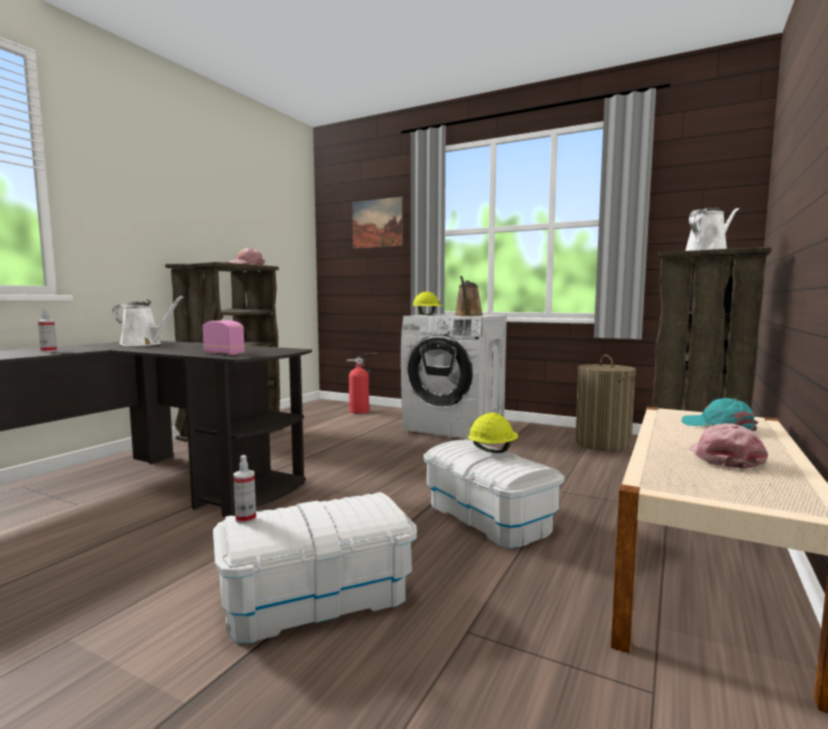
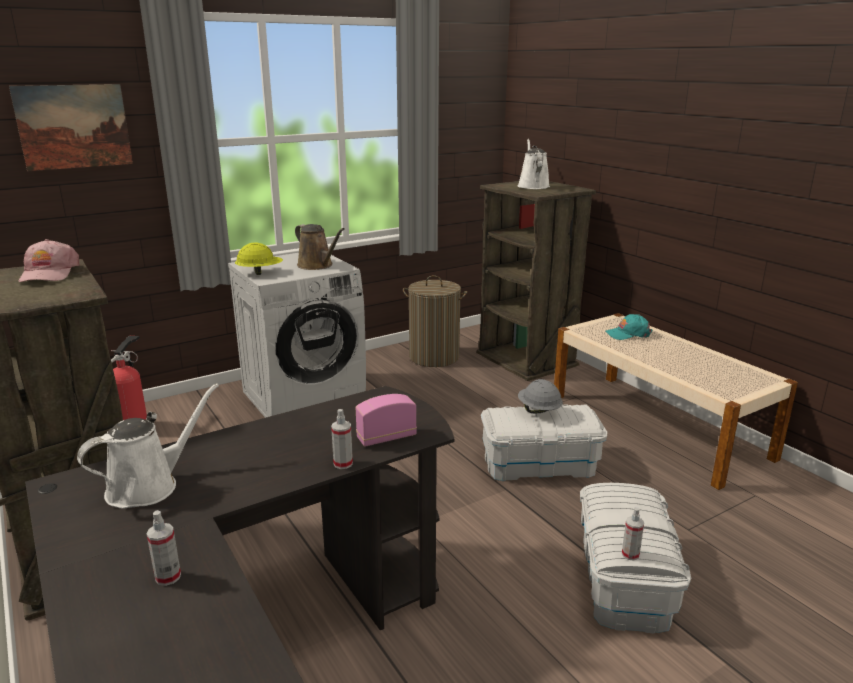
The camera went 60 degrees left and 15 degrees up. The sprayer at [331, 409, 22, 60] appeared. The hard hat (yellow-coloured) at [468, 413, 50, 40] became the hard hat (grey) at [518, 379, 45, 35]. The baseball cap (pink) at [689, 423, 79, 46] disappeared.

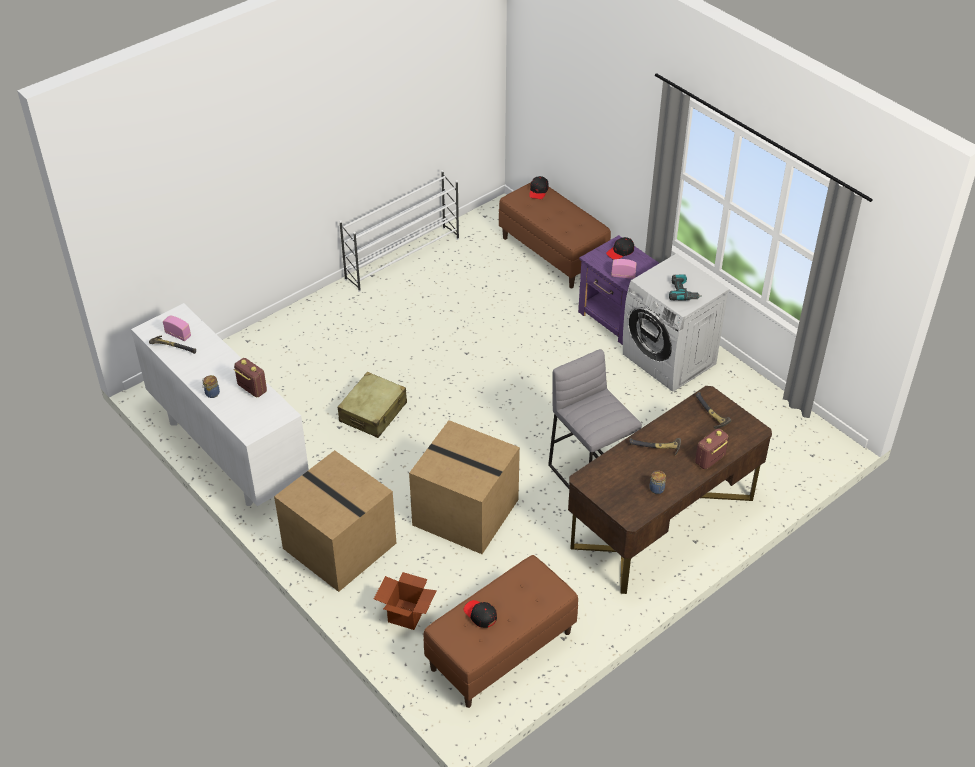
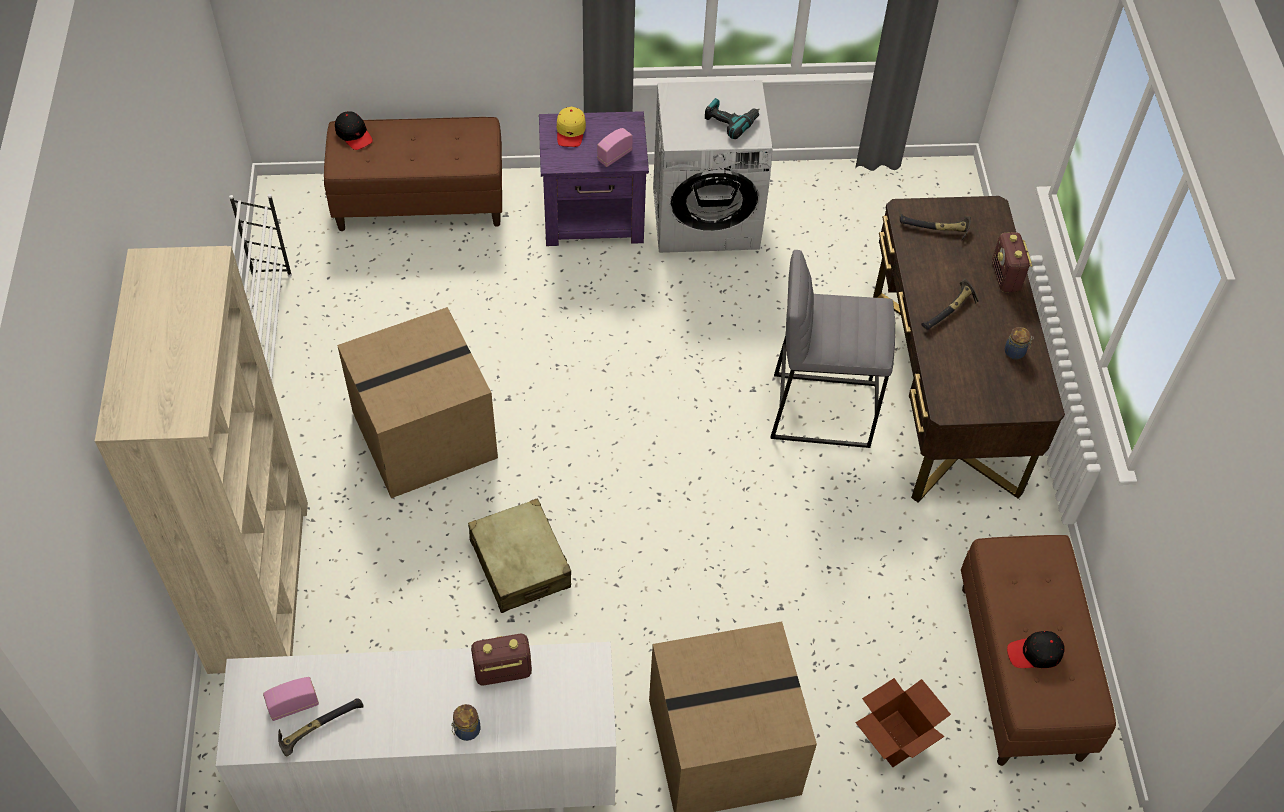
The camera went 55 degrees left and 10 degrees up. The bookshelf (sand-coloured) at [95, 246, 213, 428] appeared. The packing box moved from [409, 420, 111, 134] to [337, 307, 161, 191]. The baseball cap (black-coloured) at [606, 237, 28, 23] became the baseball cap (yellow-coloured) at [557, 107, 29, 40].

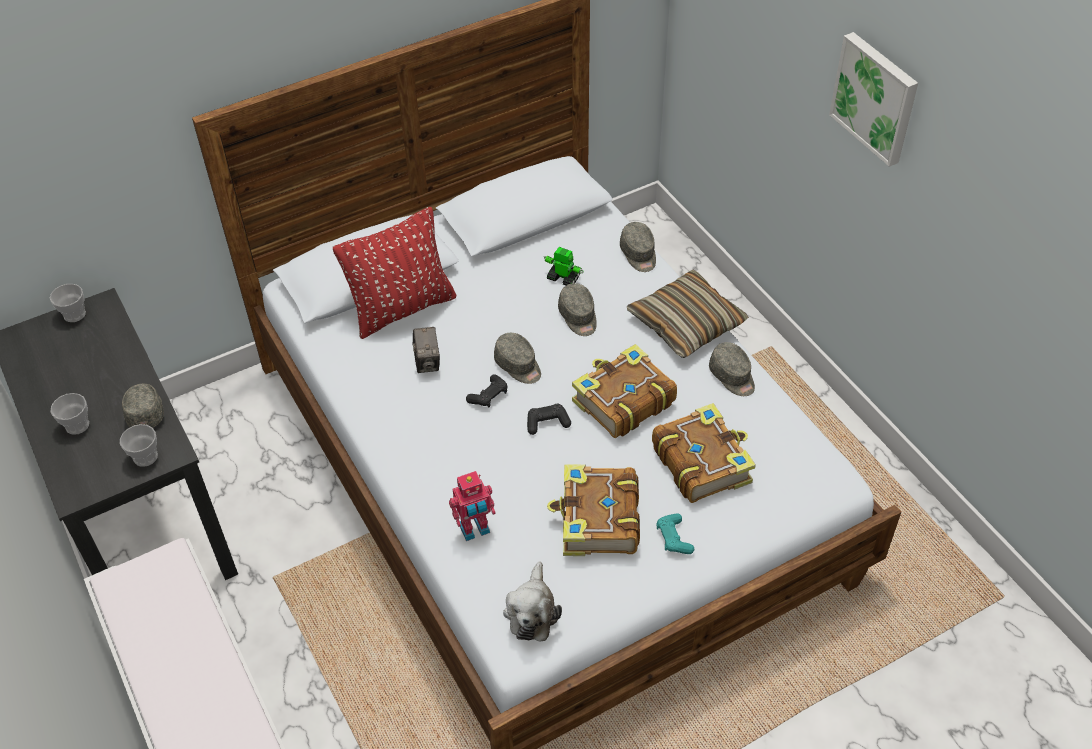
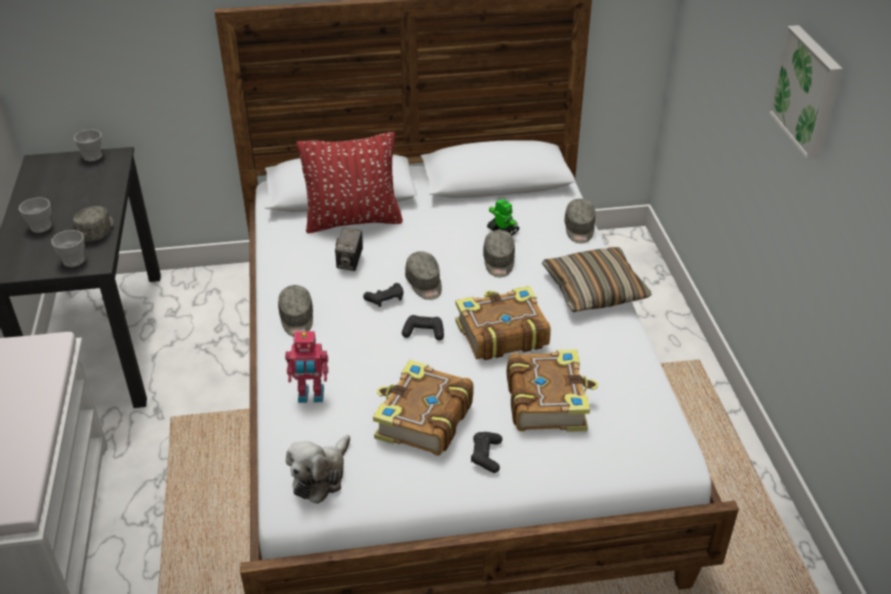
The camera went 20 degrees right and 10 degrees down. The baseball cap (grey) moved from [709, 342, 46, 54] to [278, 285, 35, 52]. The joypad (turquoise) at [657, 513, 37, 41] became the joypad (black-coloured) at [471, 432, 31, 41].

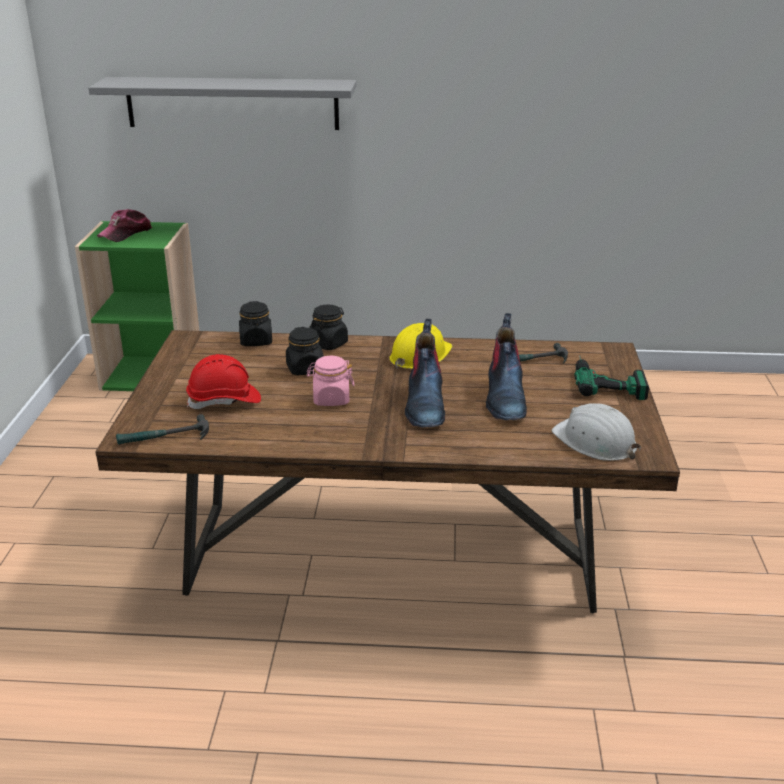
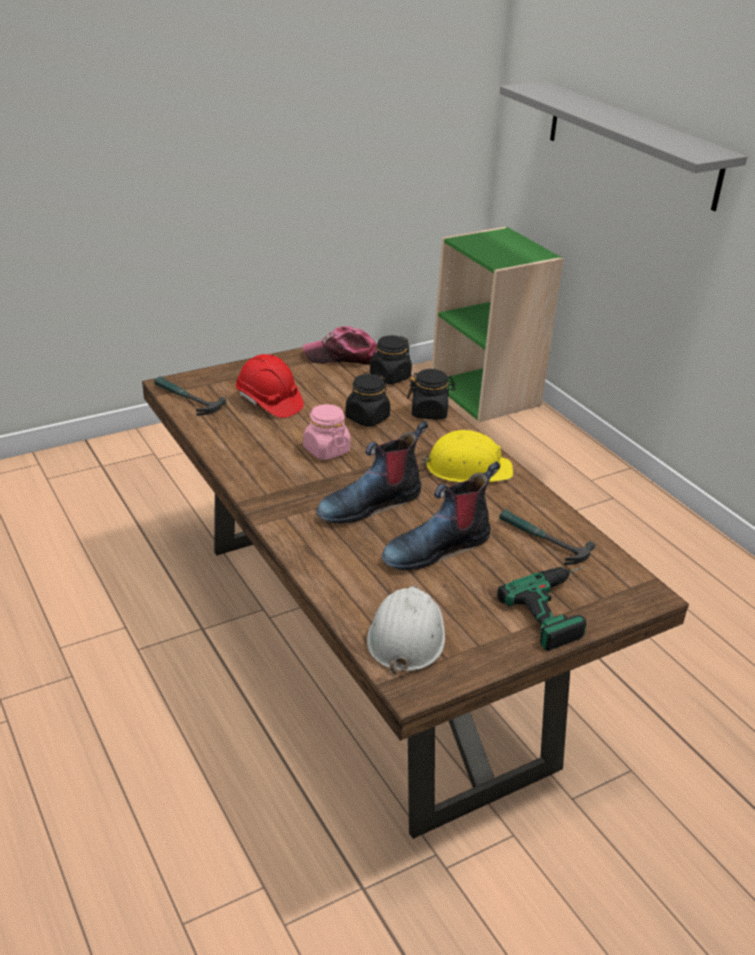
The camera went 55 degrees right and 5 degrees up. The baseball cap moved from [97, 209, 55, 33] to [303, 326, 74, 39].

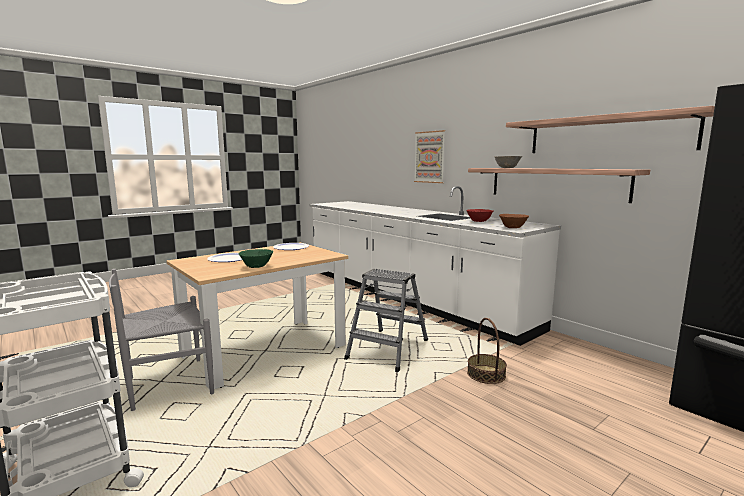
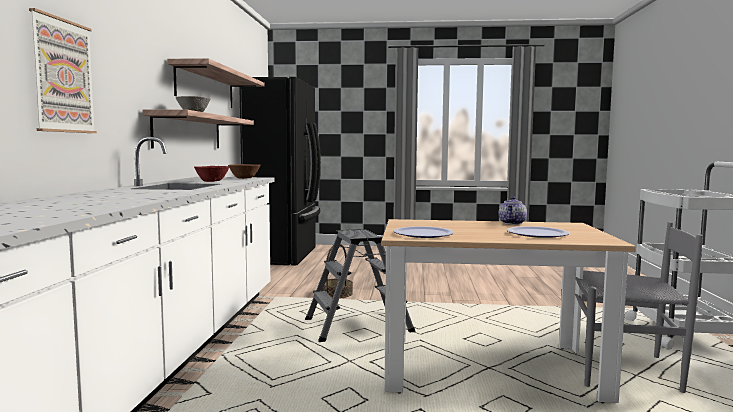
The camera went 135 degrees left and 5 degrees down. The deep dish (green) at [239, 249, 34, 19] was replaced by the pot for tea at [499, 196, 28, 29].

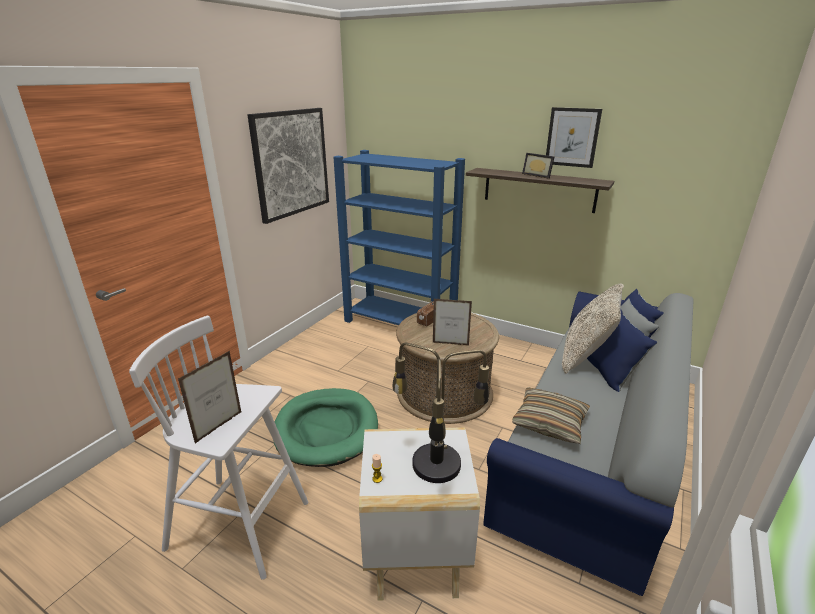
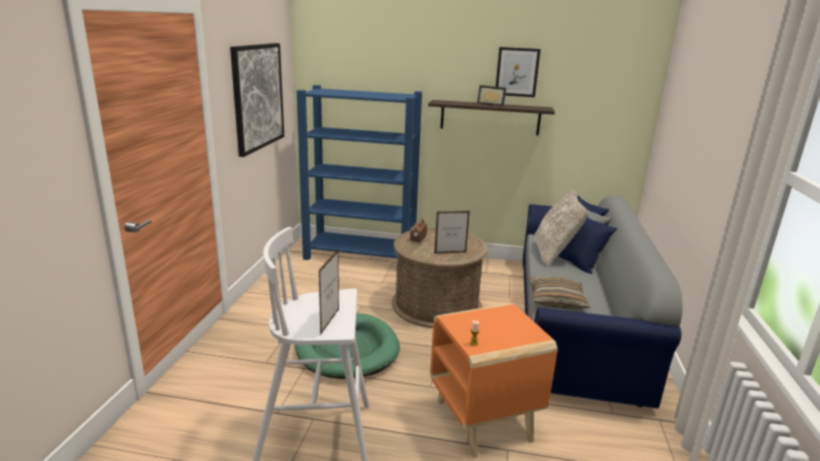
The camera went 20 degrees left and 5 degrees down. The side table (white-coloured) at [359, 427, 121, 174] became the side table (orange-coloured) at [430, 303, 128, 155]. The lamp for a table at [393, 343, 96, 140] disappeared.

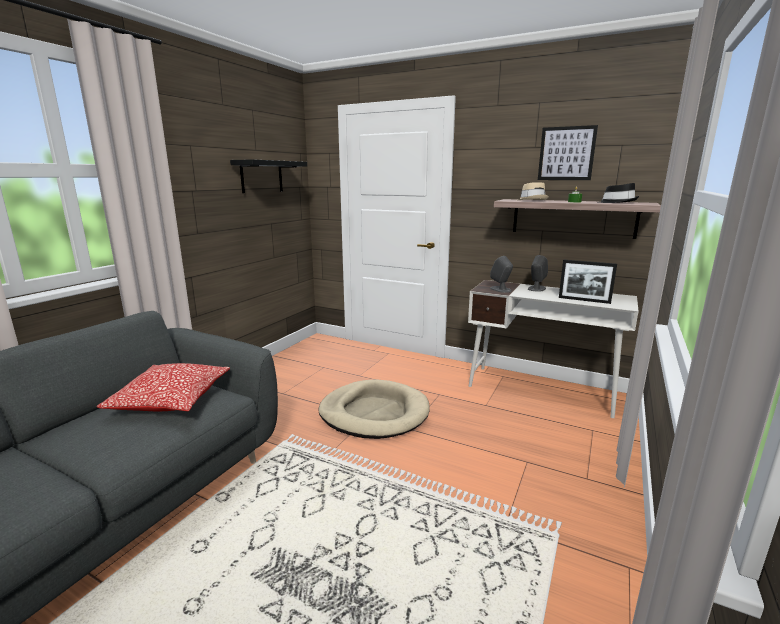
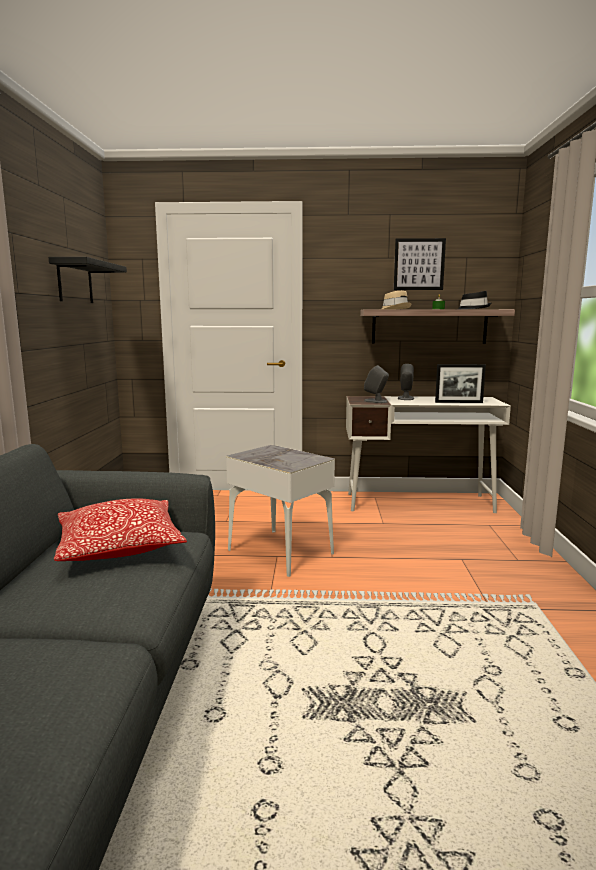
The camera went 25 degrees left and 5 degrees down. The dog bed (sand-coloured) at [318, 379, 112, 60] was replaced by the side table at [226, 445, 109, 132].

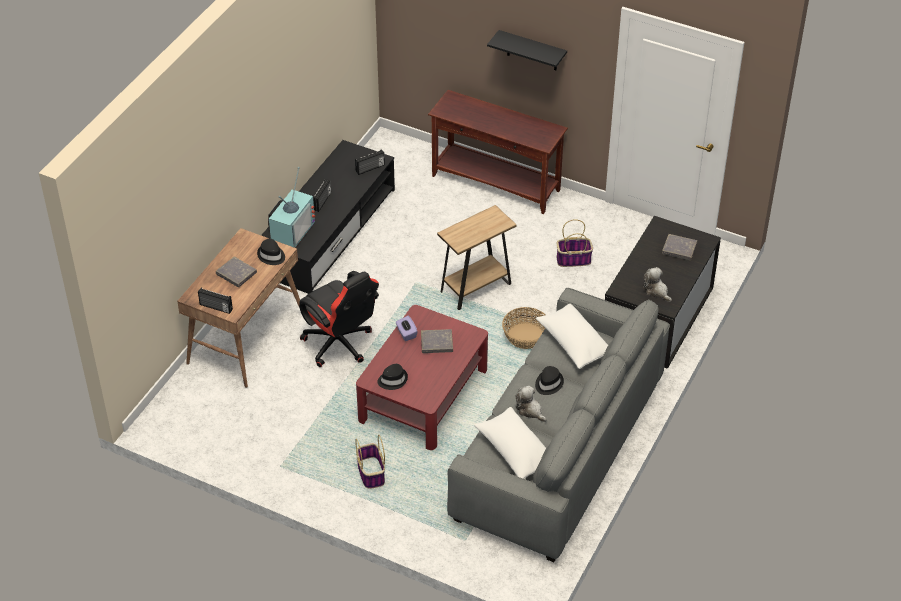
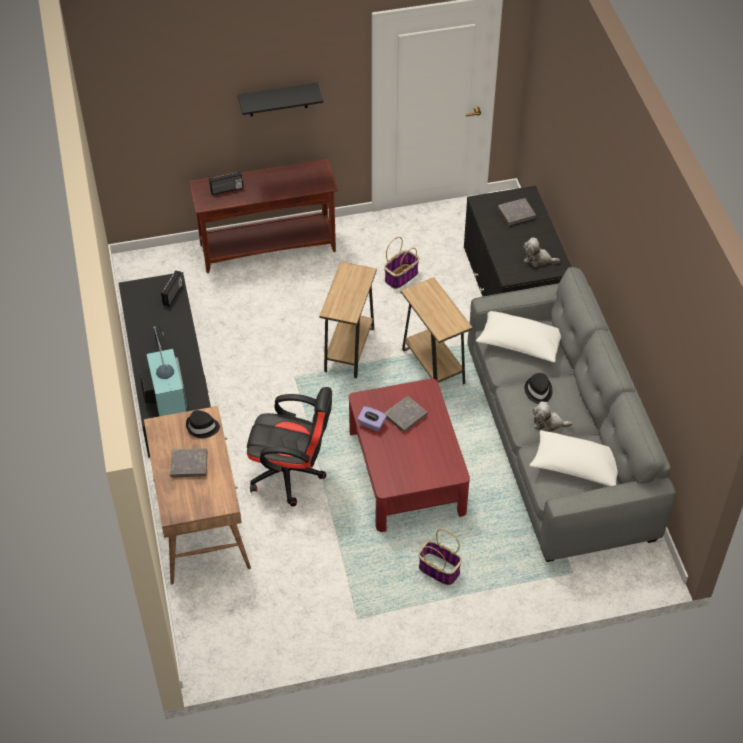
The camera went 40 degrees left and 5 degrees up. The radio receiver moved from [198, 288, 35, 26] to [209, 171, 34, 24]. The household basket at [502, 307, 43, 42] was replaced by the side table (brownish) at [401, 277, 72, 107]. The hat (black-coloured) at [377, 364, 31, 26] disappeared.

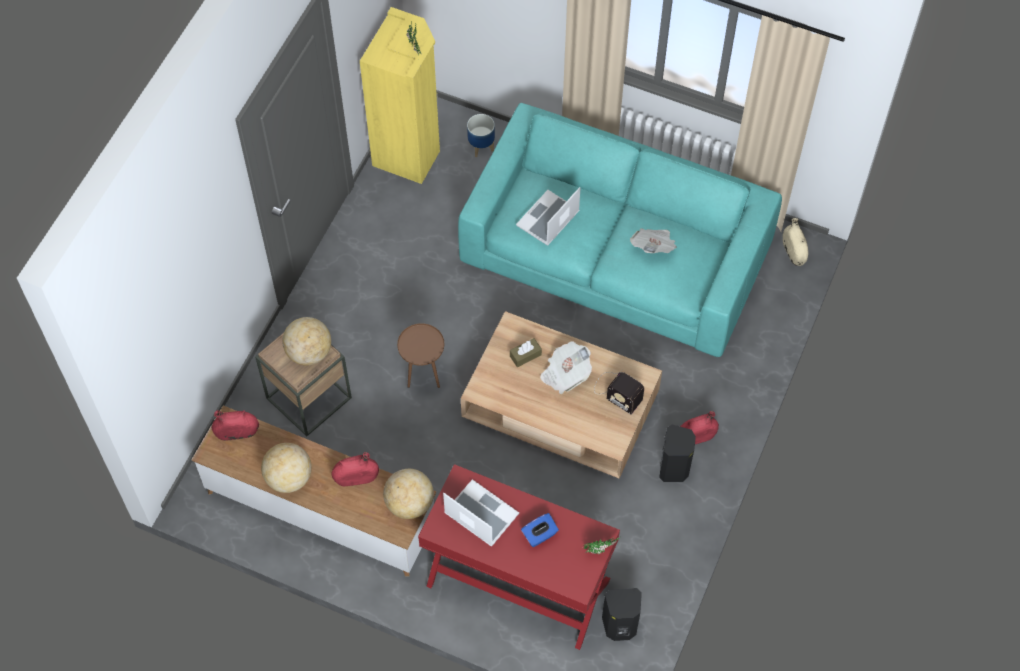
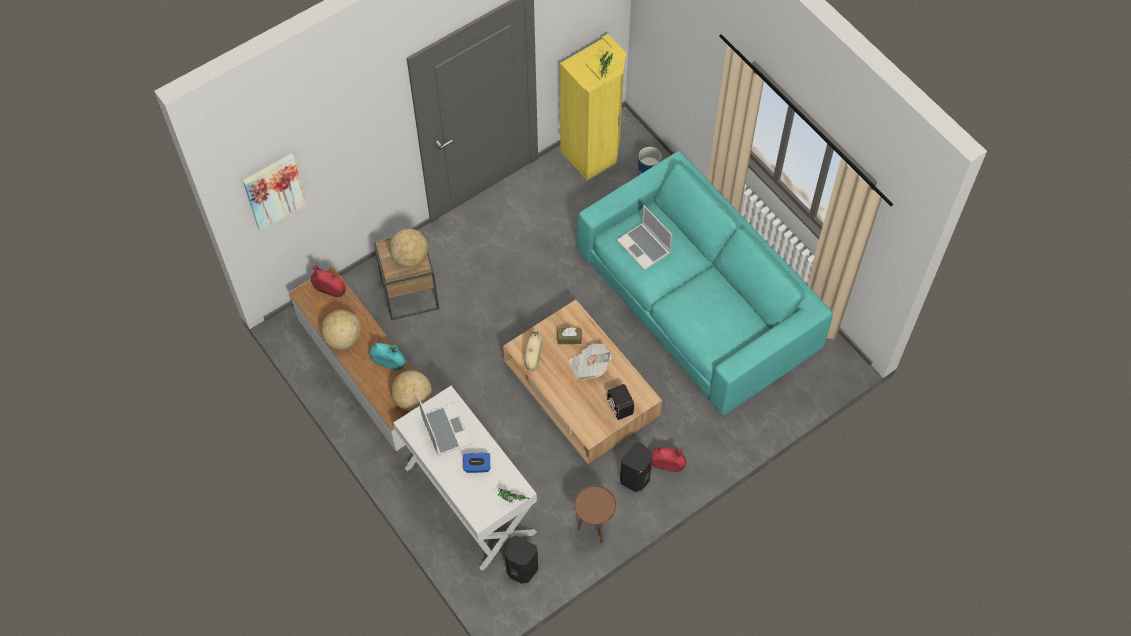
The camera went 30 degrees right and 0 degrees up. The picture at [243, 153, 64, 78] appeared. The vase (red) at [331, 452, 48, 34] became the vase (turquoise) at [370, 342, 36, 29]. The hall table (red) at [418, 464, 202, 186] became the hall table (white-coloured) at [394, 386, 143, 185]. The vase (sand-coloured) moved from [783, 218, 25, 48] to [525, 329, 18, 42]. The side table (brownish) moved from [397, 323, 47, 65] to [574, 485, 42, 58]. The portable computer at [516, 187, 64, 59] turned 105 degrees counterclockwise. The newspaper at [630, 228, 47, 25] disappeared.

